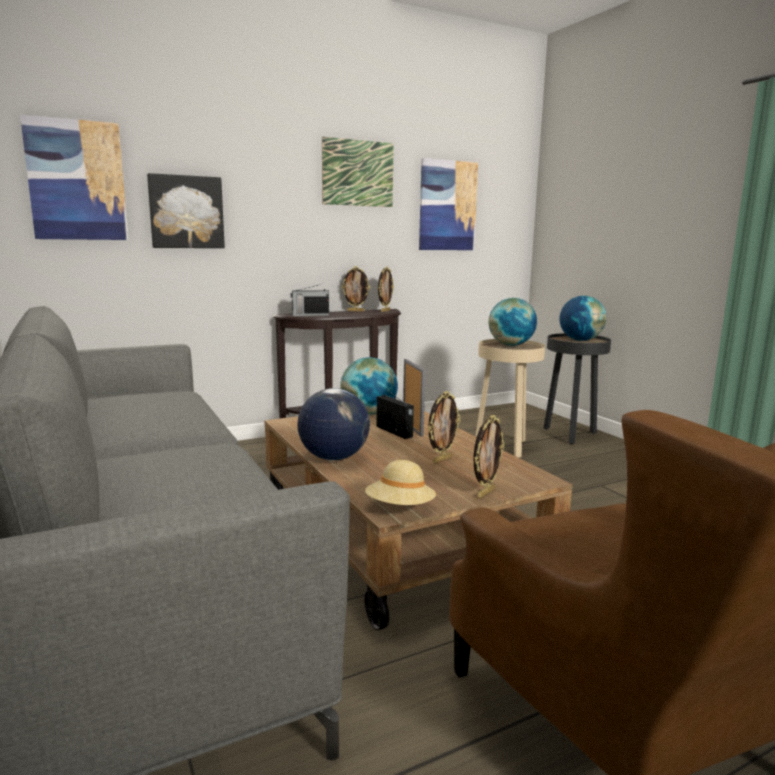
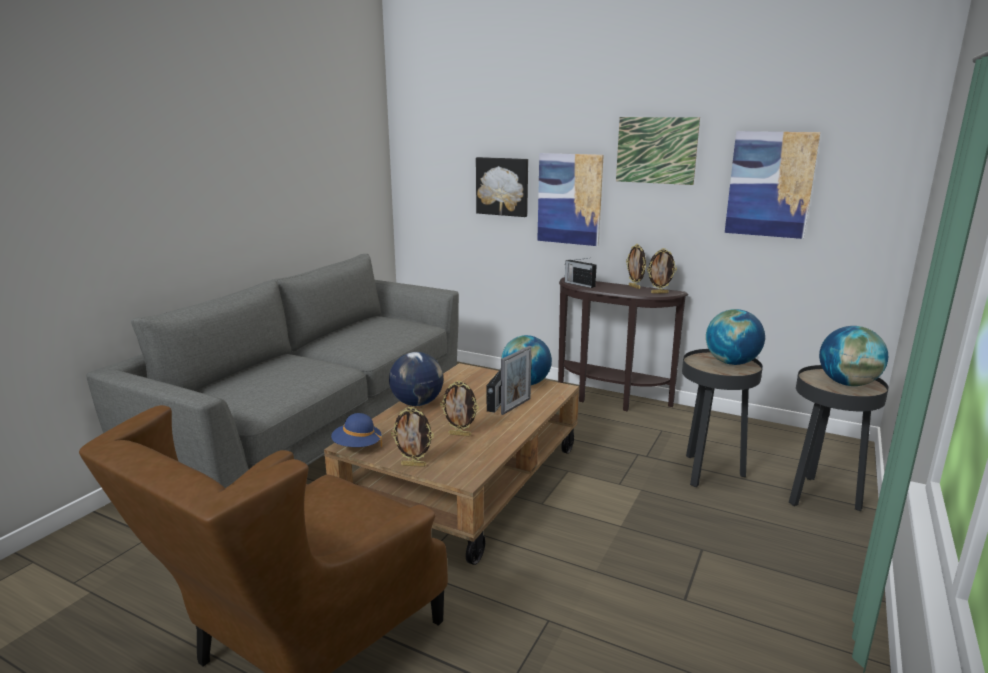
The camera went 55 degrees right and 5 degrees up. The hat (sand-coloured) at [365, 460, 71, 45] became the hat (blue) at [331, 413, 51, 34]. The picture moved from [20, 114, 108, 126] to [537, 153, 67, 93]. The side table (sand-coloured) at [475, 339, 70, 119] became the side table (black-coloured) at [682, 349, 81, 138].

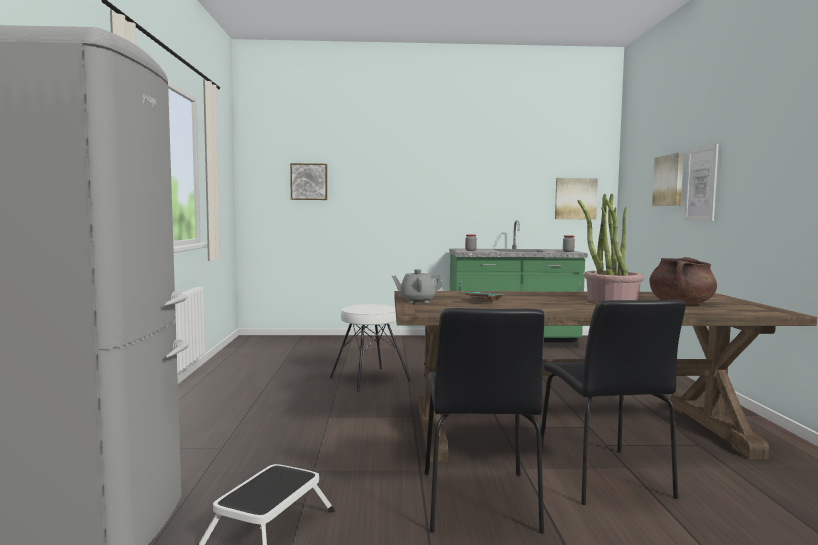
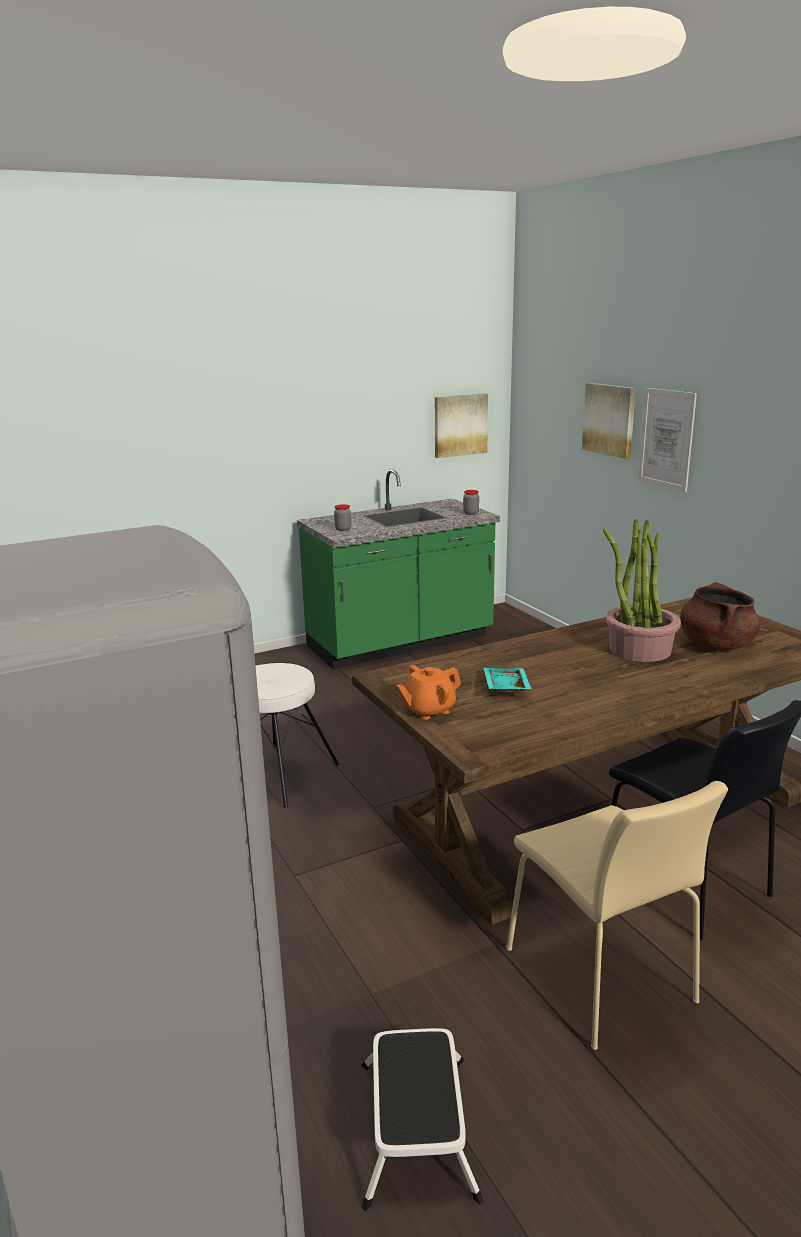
The camera went 25 degrees left and 15 degrees up. The pot for tea (grey) at [392, 269, 51, 34] became the pot for tea (orange-coloured) at [396, 665, 65, 55]. The upright chair (black-coloured) at [424, 308, 121, 225] became the upright chair (sand-coloured) at [506, 781, 222, 269]. The picture at [290, 163, 37, 37] disappeared.

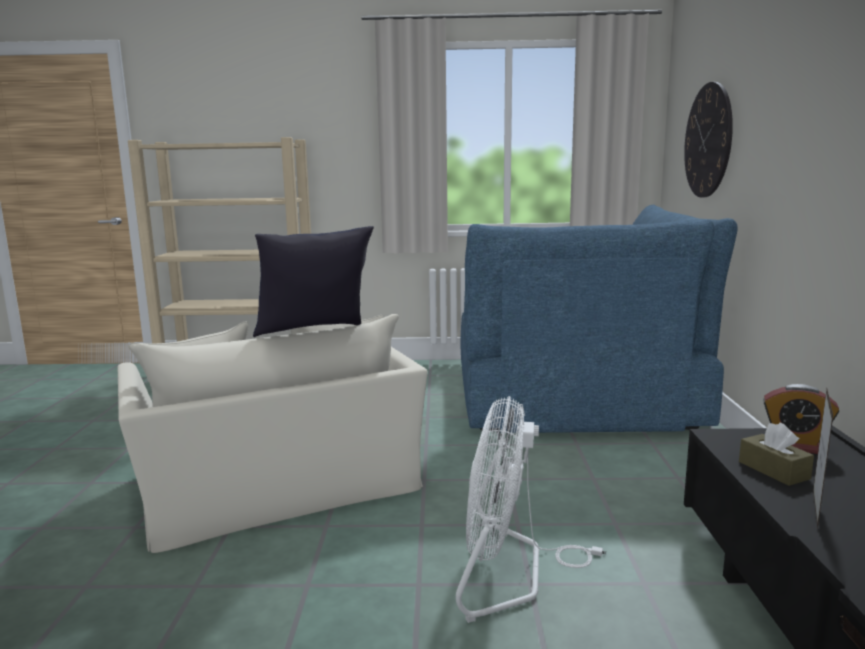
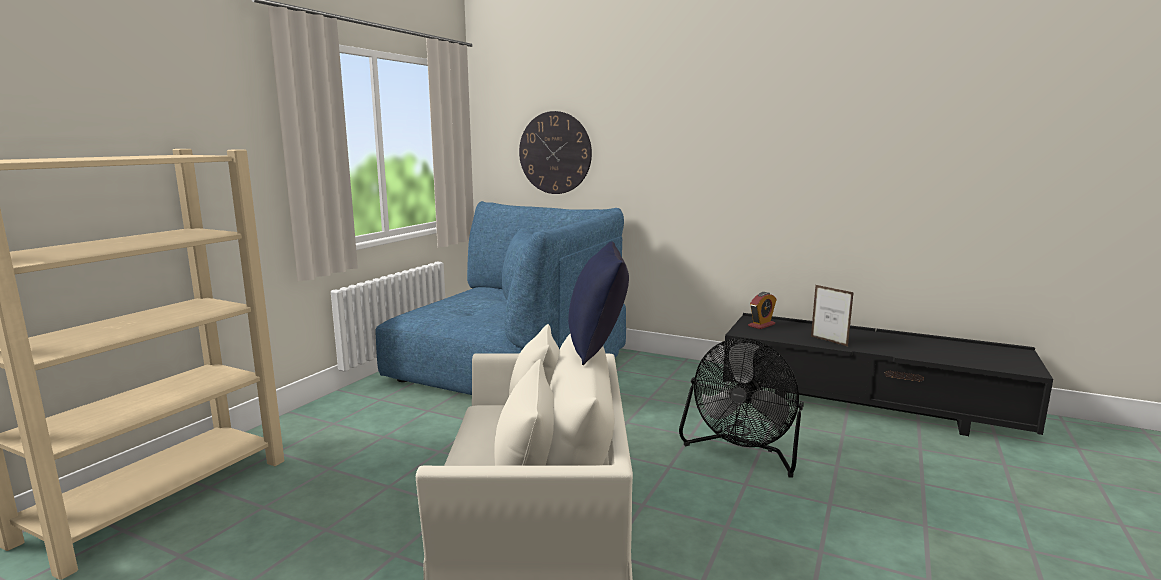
The camera went 65 degrees left and 0 degrees up. The electric fan (white-coloured) at [456, 396, 150, 227] became the electric fan (black-coloured) at [679, 338, 125, 140]. The tissue holder (brownish) at [739, 423, 75, 63] disappeared.

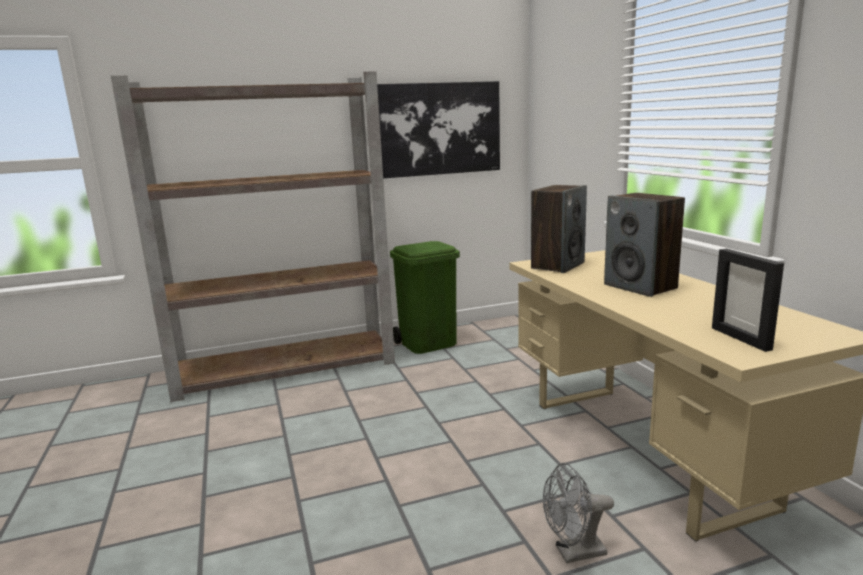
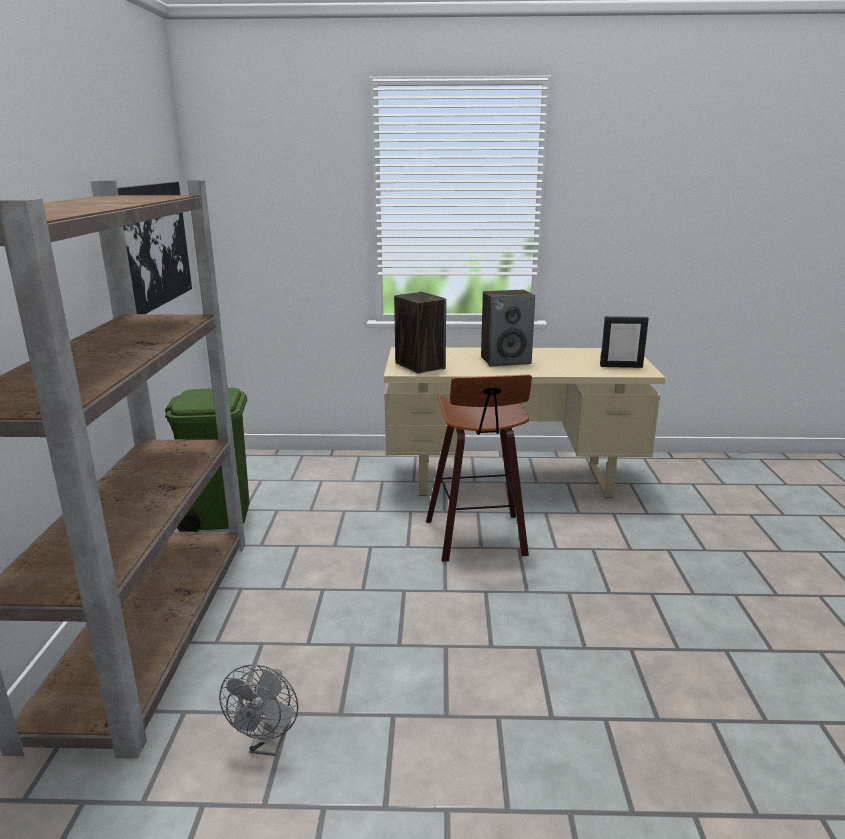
The camera went 70 degrees left and 5 degrees up. The electric fan (grey) moved from [543, 463, 71, 100] to [219, 665, 80, 91]. The stool at [426, 375, 106, 187] appeared.

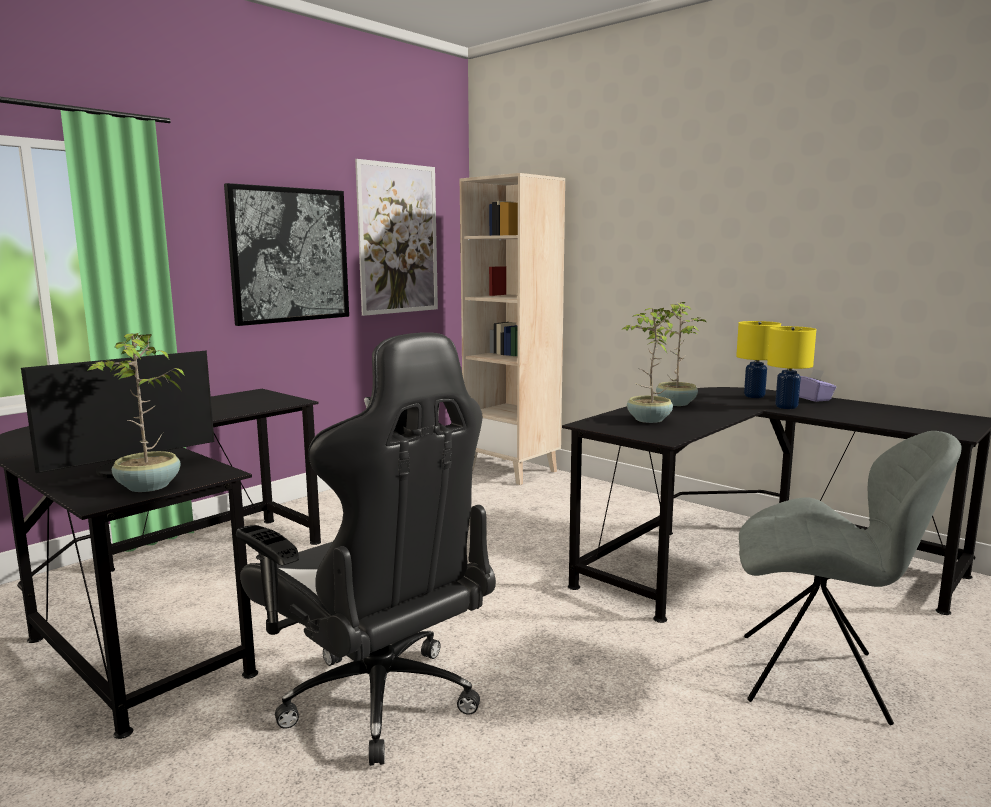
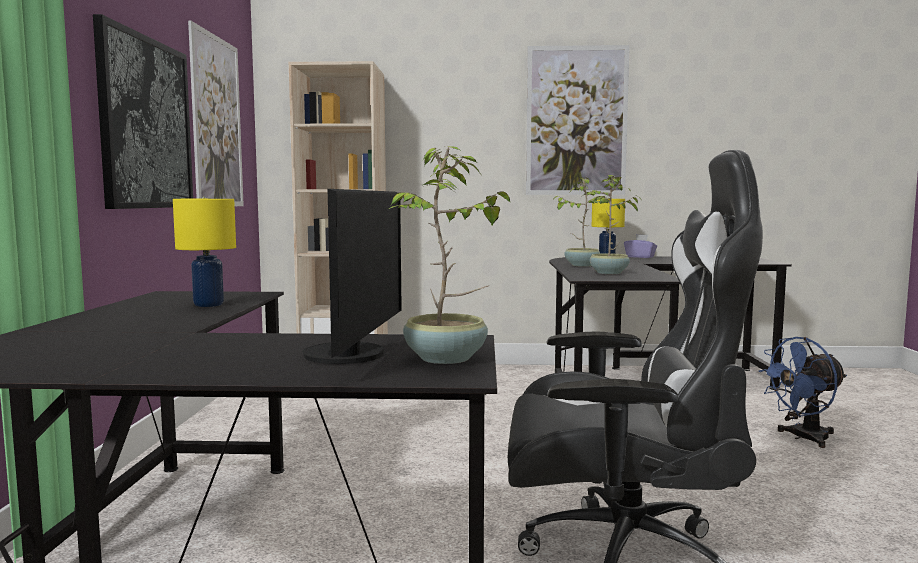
The camera went 40 degrees left and 5 degrees down. The lamp for a table (yellow-coloured) moved from [767, 326, 49, 83] to [173, 196, 63, 111]. The picture at [526, 45, 104, 150] appeared. The upright chair (grey) at [739, 431, 223, 294] was replaced by the electric fan (blue) at [758, 337, 89, 111].

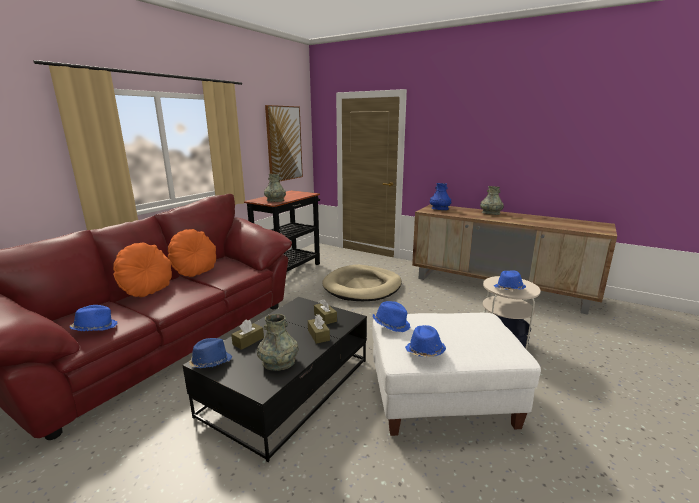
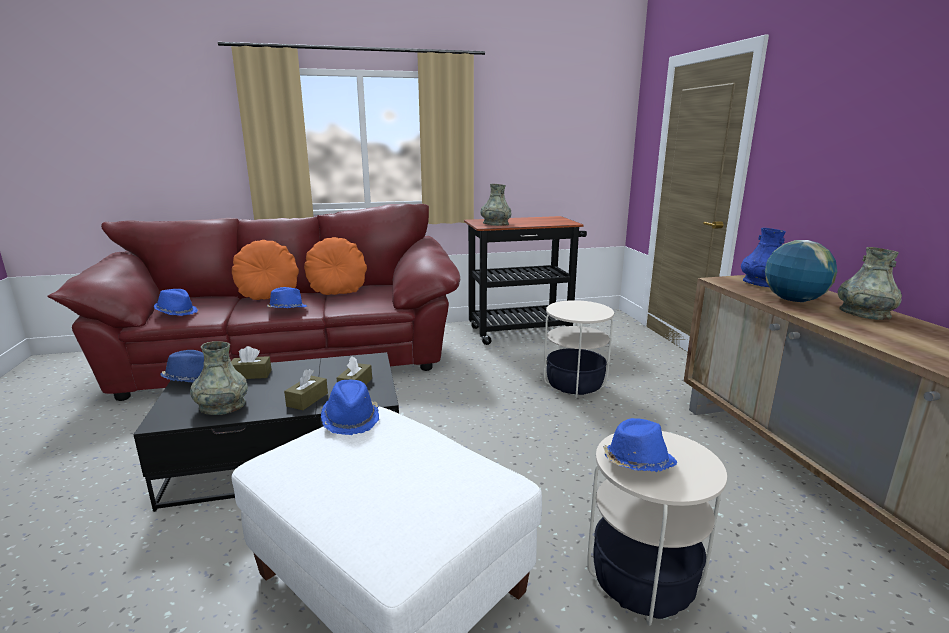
The camera went 45 degrees right and 0 degrees up. The hat (blue) moved from [405, 325, 41, 32] to [267, 287, 40, 21]. The dog bed (sand-coloured) at [322, 265, 80, 36] was replaced by the side table (sand-coloured) at [544, 300, 70, 98]. The globe at [765, 240, 72, 62] appeared. The picture at [265, 105, 38, 76] disappeared.

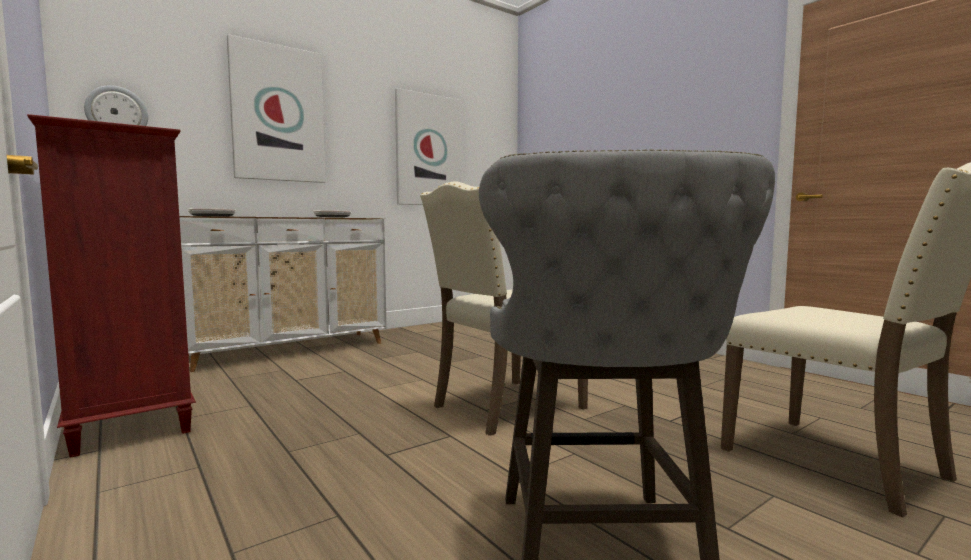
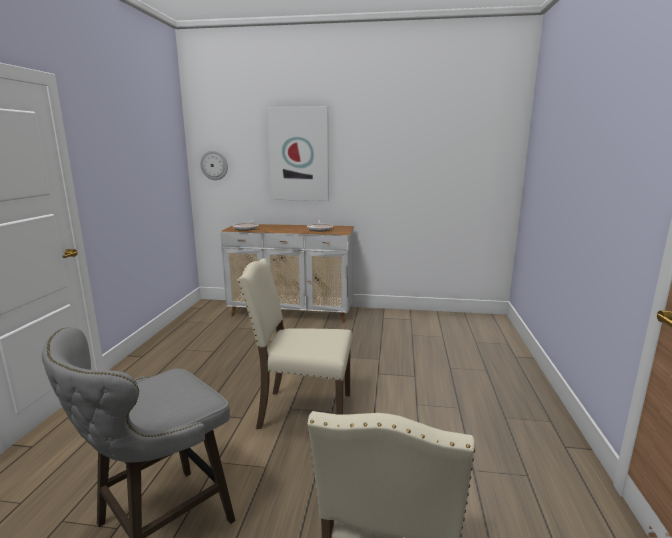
The camera went 45 degrees right and 10 degrees up. The chest of drawers (red) at [27, 114, 169, 344] disappeared. The picture at [395, 88, 66, 117] disappeared.

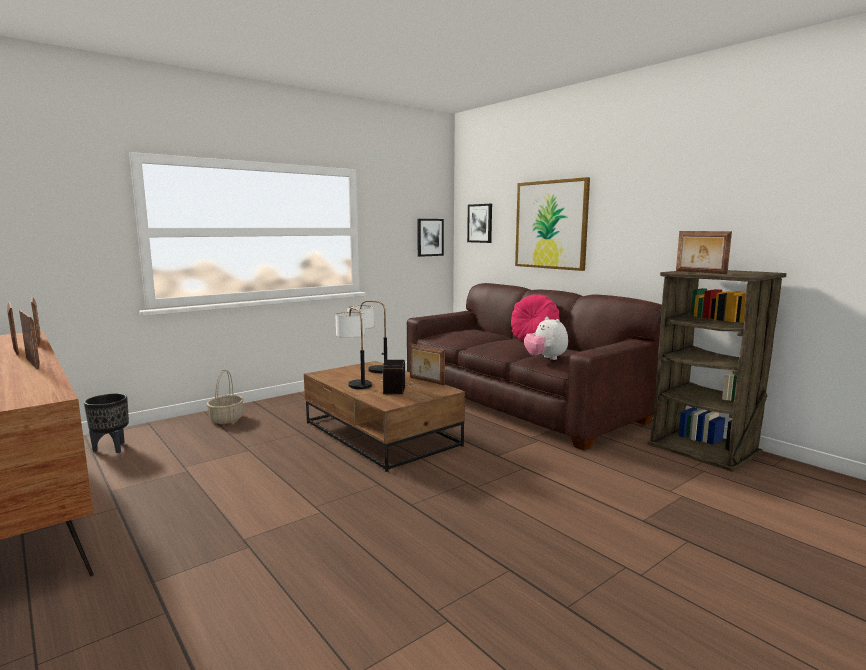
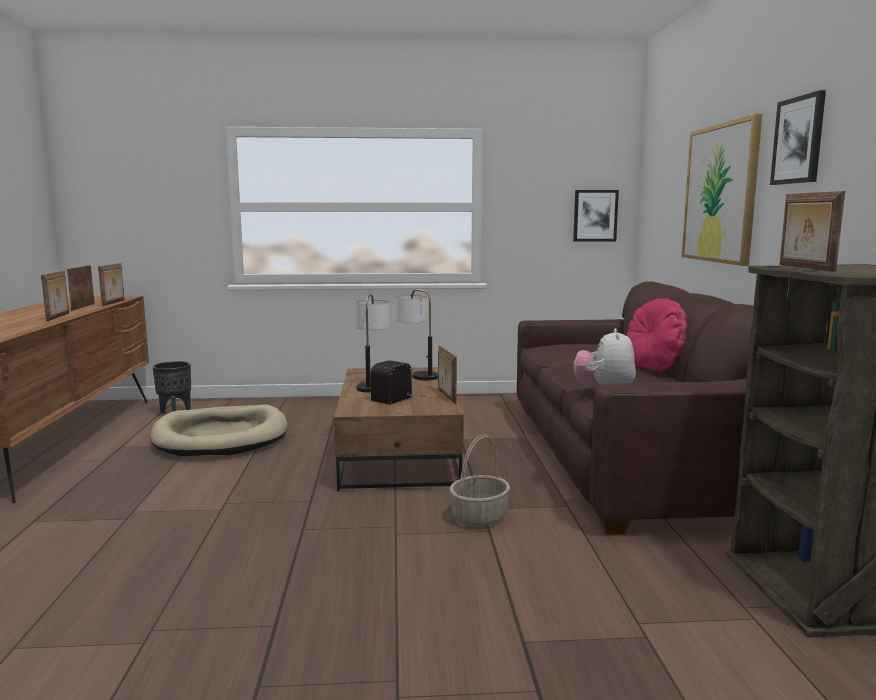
The camera went 35 degrees right and 0 degrees up. The dog bed (sand-coloured) at [150, 404, 138, 52] appeared. The household basket moved from [207, 370, 37, 54] to [450, 435, 60, 92]. The picture moved from [467, 204, 25, 39] to [770, 90, 56, 95].

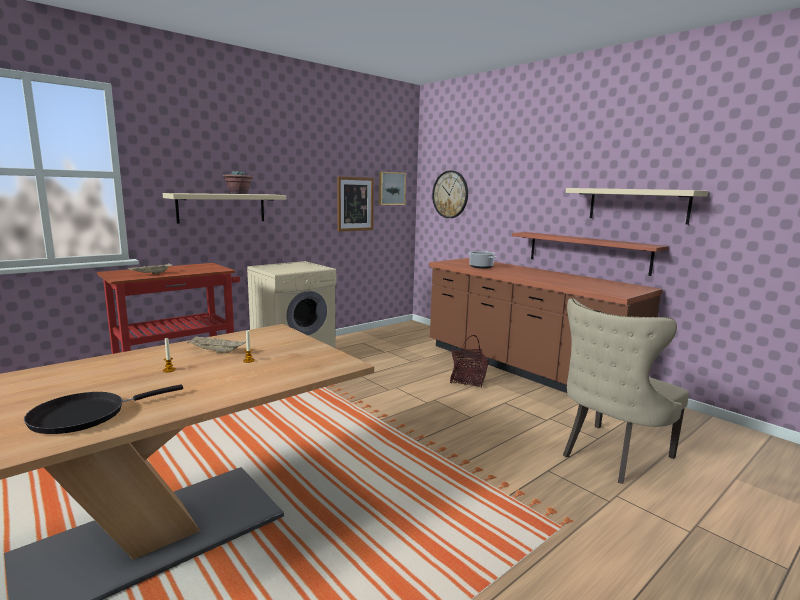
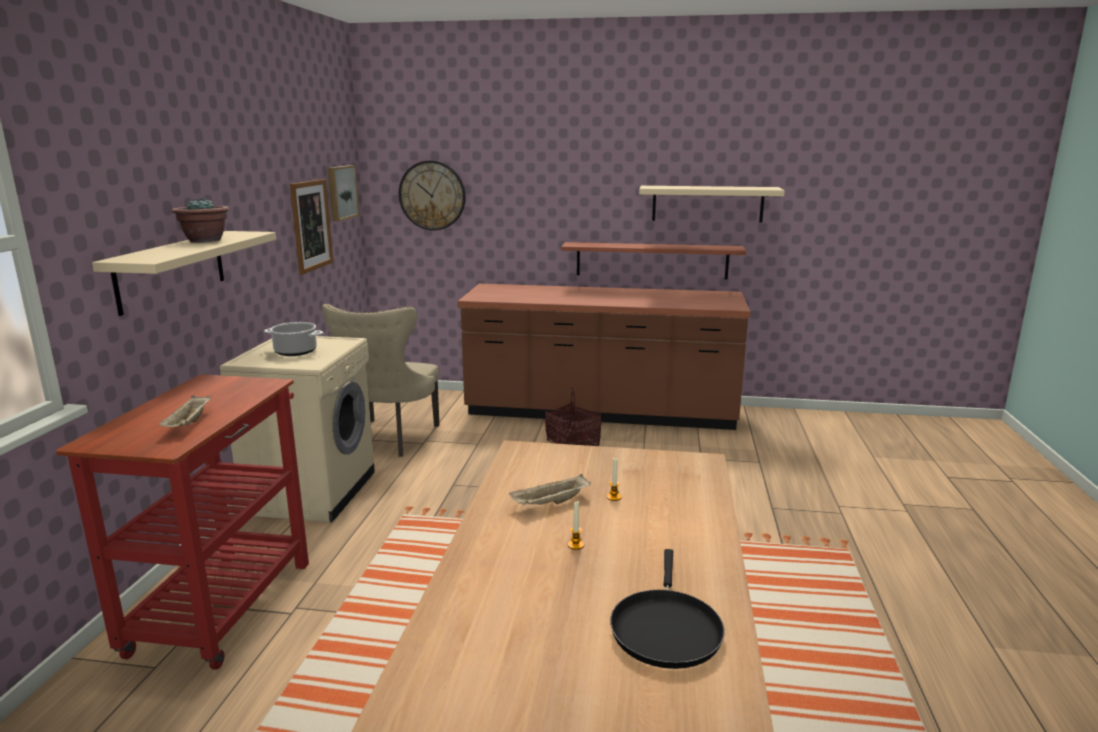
The camera went 40 degrees left and 5 degrees up. The cooking pot moved from [468, 251, 29, 18] to [264, 322, 59, 34]. The upright chair (sand-coloured) moved from [563, 298, 126, 186] to [322, 304, 117, 153].

